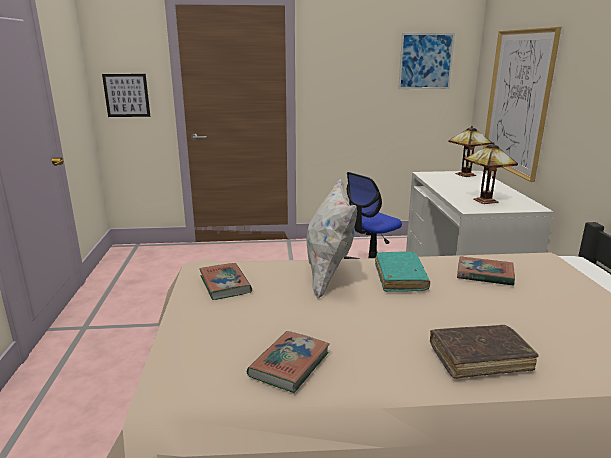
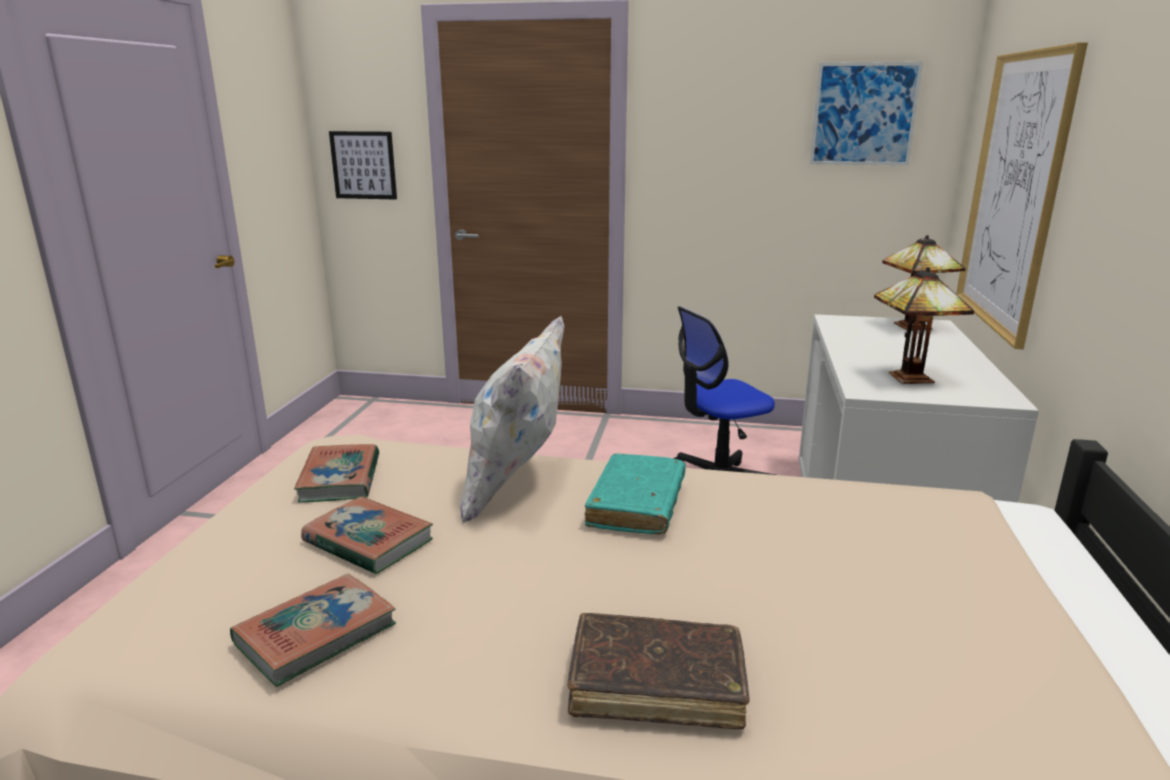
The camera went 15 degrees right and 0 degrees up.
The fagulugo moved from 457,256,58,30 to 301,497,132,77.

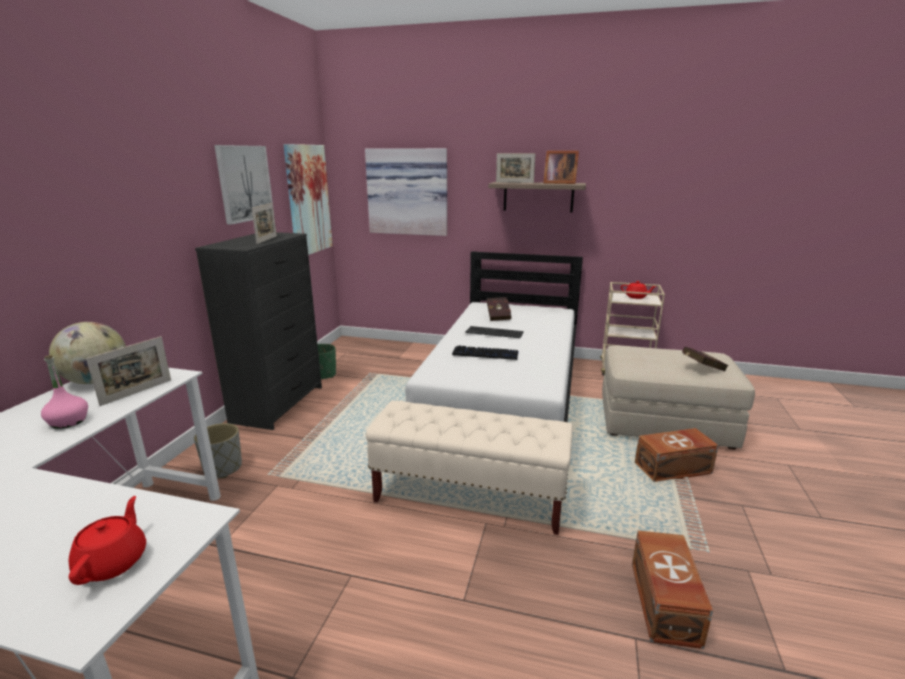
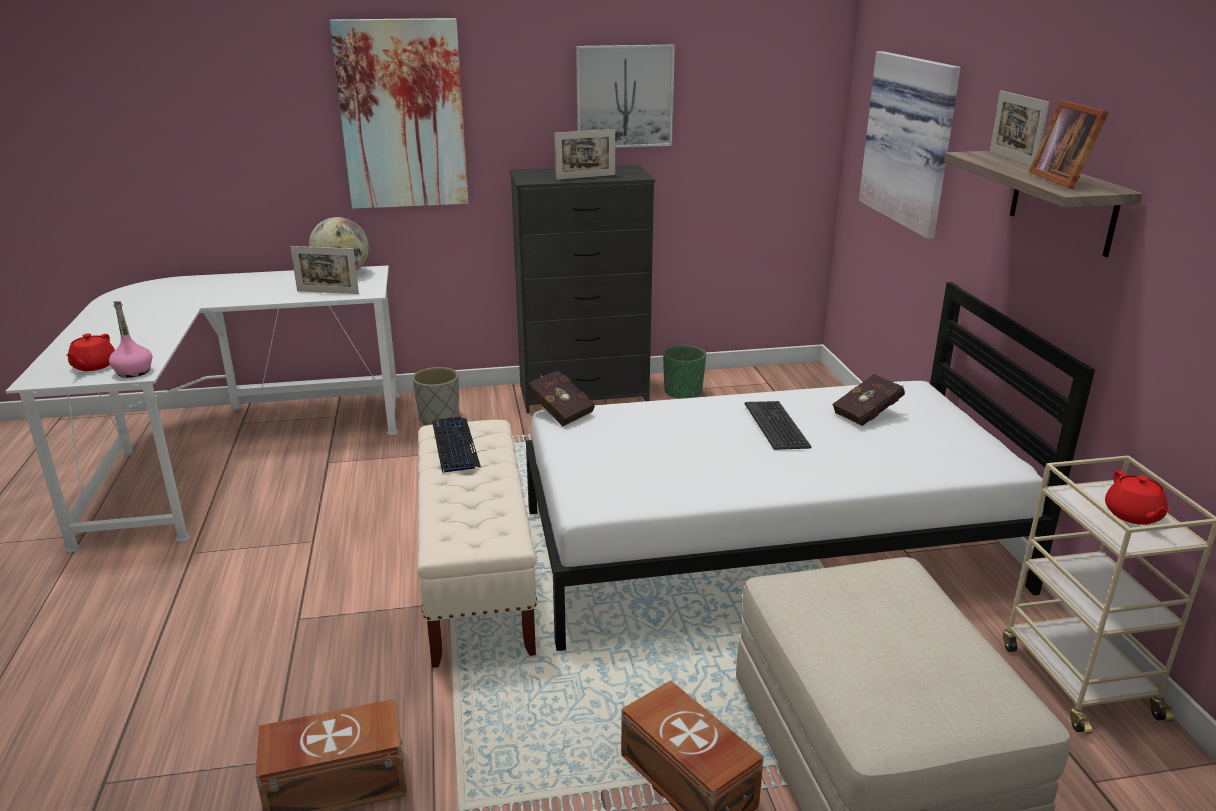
The camera went 65 degrees right and 5 degrees up.
The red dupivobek at 69,496,77,89 turned 120 degrees clockwise.
The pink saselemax moved from 41,355,47,74 to 109,301,43,77.
The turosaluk moved from 283,144,50,111 to 330,18,139,191.
The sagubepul moved from 452,345,66,15 to 432,417,49,56.
The red fagulugo moved from 682,347,47,24 to 526,370,69,56.

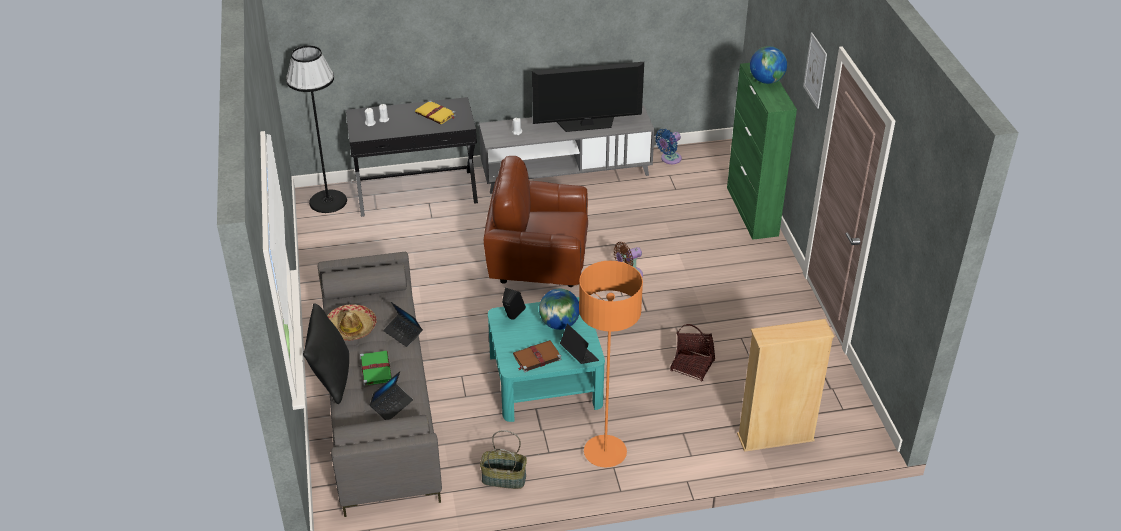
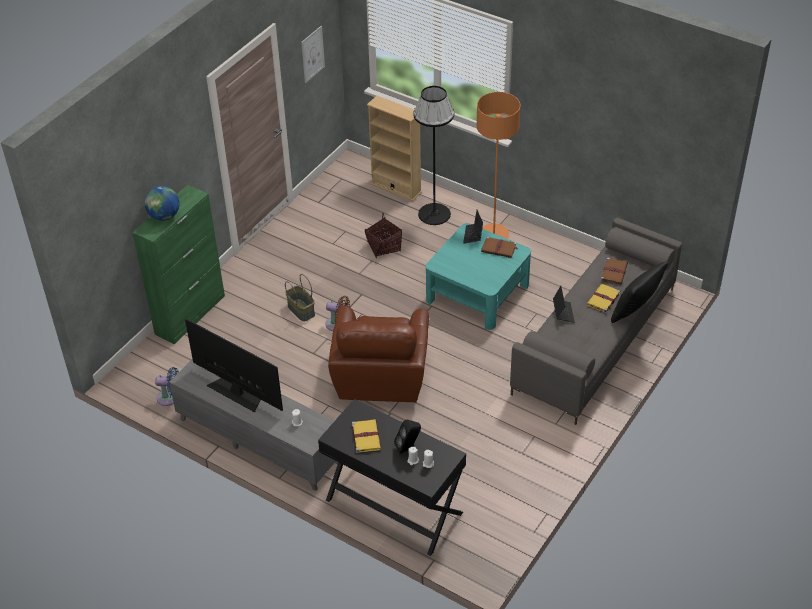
The camera went 135 degrees left and 5 degrees up.
The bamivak moved from 480,430,47,59 to 285,274,30,47.
The turosaluk moved from 803,32,24,77 to 301,26,24,57.
The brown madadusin at 484,156,104,131 turned 45 degrees clockwise.
The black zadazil moved from 502,288,24,32 to 394,419,27,35.
The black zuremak moved from 286,45,61,168 to 413,86,41,139.
The green fagulugo at 360,351,32,35 became the yellow fagulugo at 587,284,33,29.
The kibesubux at 369,371,44,49 was replaced by the brown fagulugo at 600,258,28,27.
The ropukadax at 327,304,50,37 disappeared.
The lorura at 539,289,40,41 disappeared.

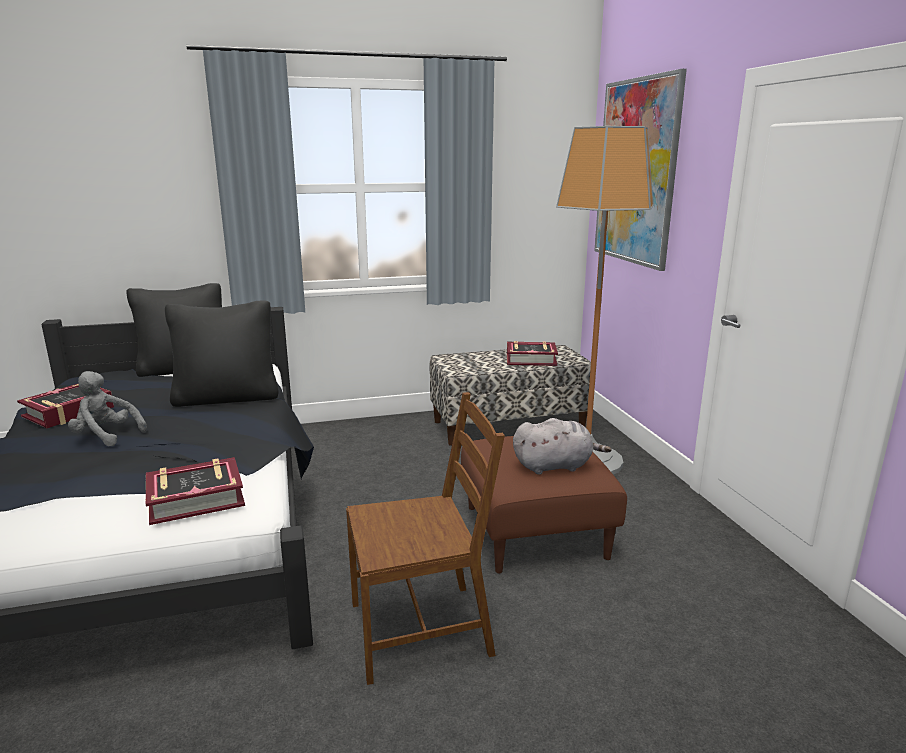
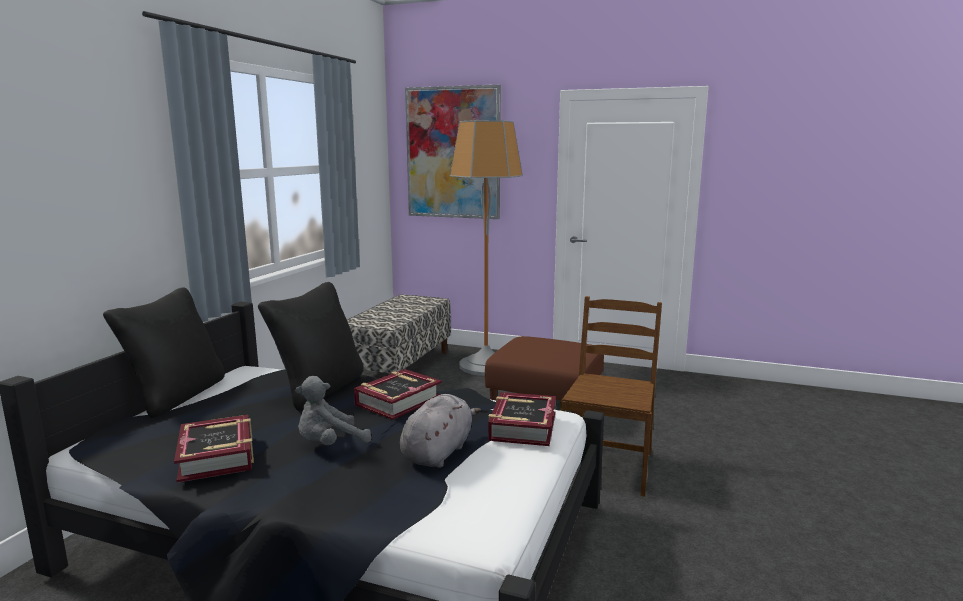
The camera went 55 degrees left and 5 degrees down.
The fagulugo moved from 507,341,51,25 to 354,369,88,51.
The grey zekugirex moved from 513,418,99,57 to 400,394,81,74.

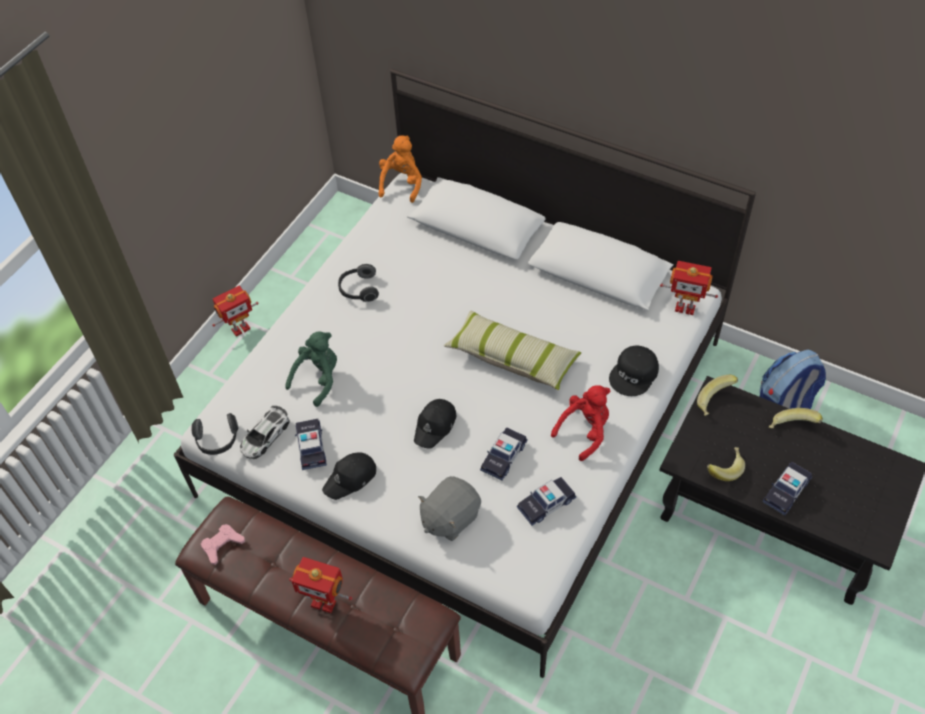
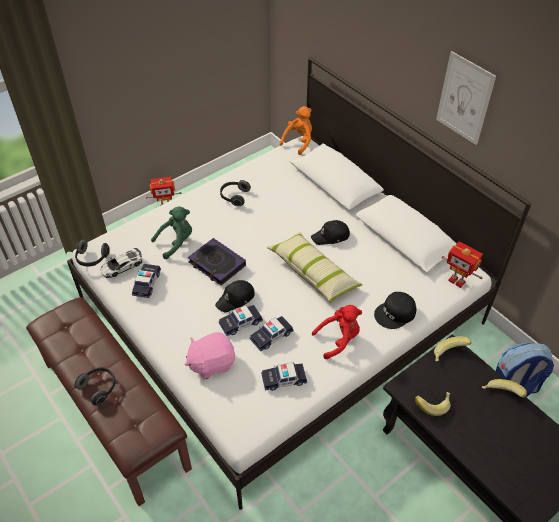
The camera went 20 degrees right and 5 degrees down.
The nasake at 289,557,63,56 was replaced by the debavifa at 75,367,41,38.
The grey zekugirex at 418,476,63,65 became the pink zekugirex at 185,332,50,48.
The fagulugo at 188,238,58,48 appeared.
The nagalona moved from 762,462,50,53 to 219,305,44,31.
The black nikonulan moved from 322,452,54,48 to 311,220,39,25.
The turosaluk at 436,51,60,94 appeared.
The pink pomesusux at 201,524,44,41 disappeared.

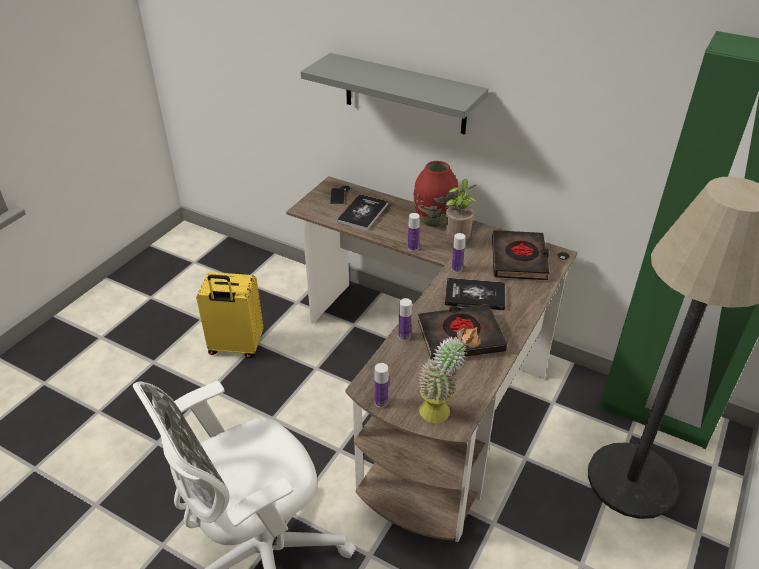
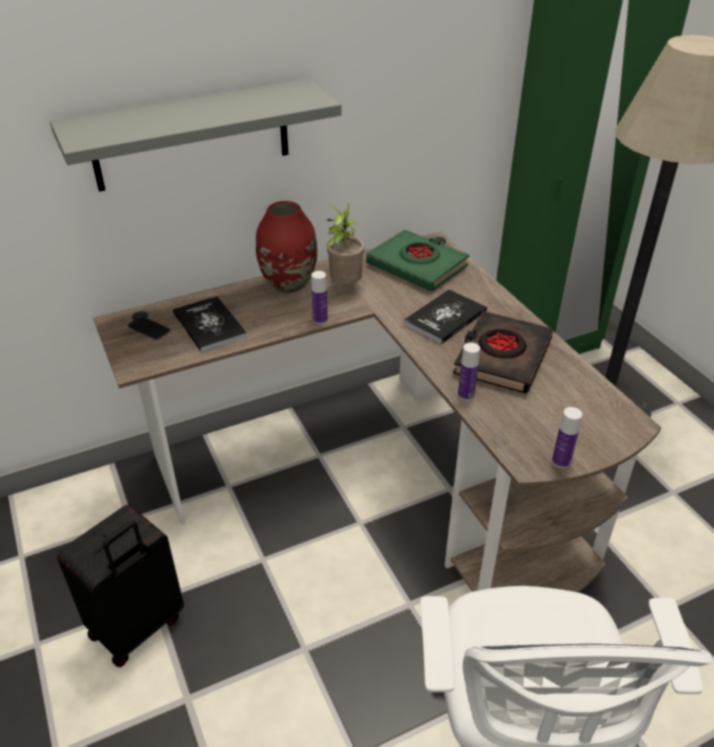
The camera went 55 degrees left and 0 degrees up.
The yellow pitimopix at 196,272,68,86 became the black pitimopix at 57,504,127,163.
The black fagulugo at 492,230,58,50 became the green fagulugo at 366,230,103,62.
The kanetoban at 419,326,62,97 disappeared.
The saselemax at 451,233,14,39 disappeared.

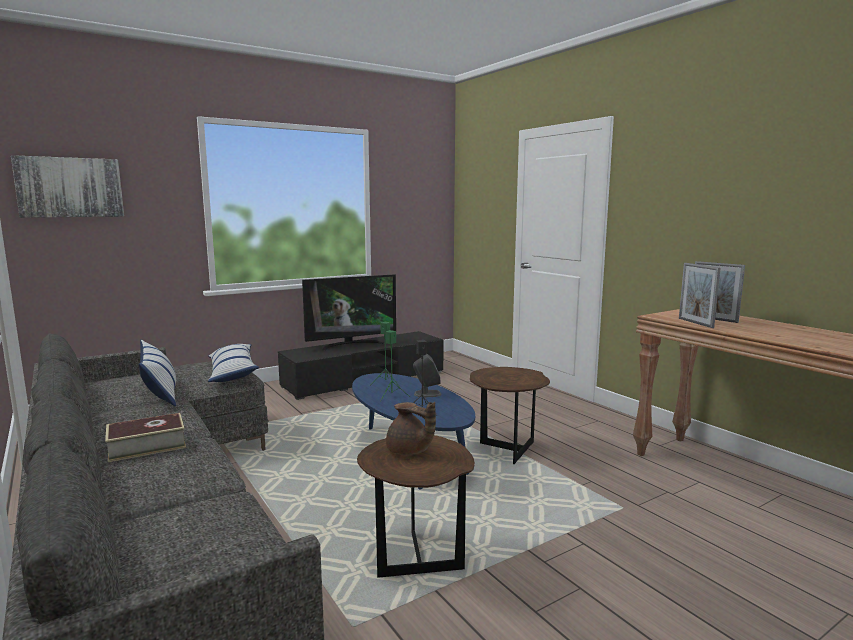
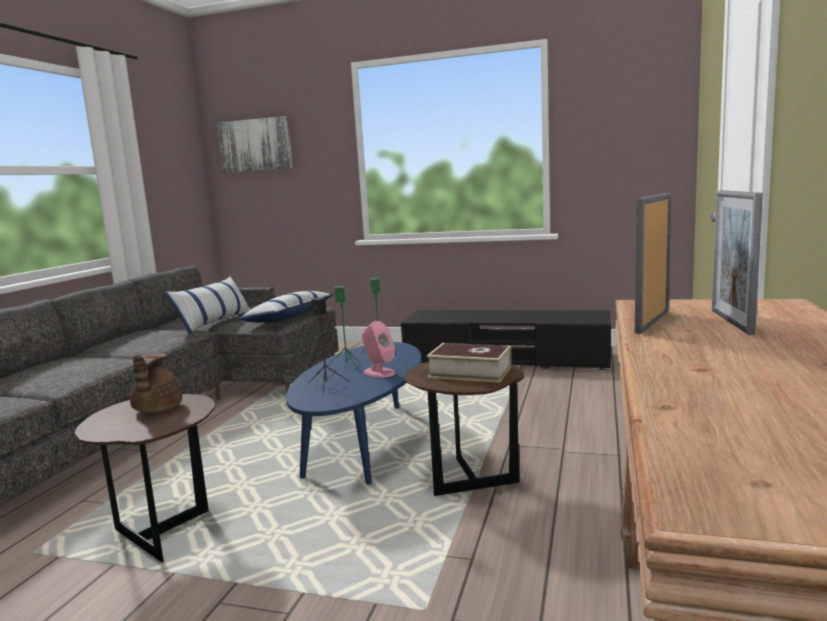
The camera went 50 degrees right and 0 degrees up.
The grey zadazil at 413,354,28,43 became the pink zadazil at 362,321,34,57.
The fagulugo moved from 105,413,81,49 to 427,343,84,40.
The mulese at 302,274,94,77 disappeared.

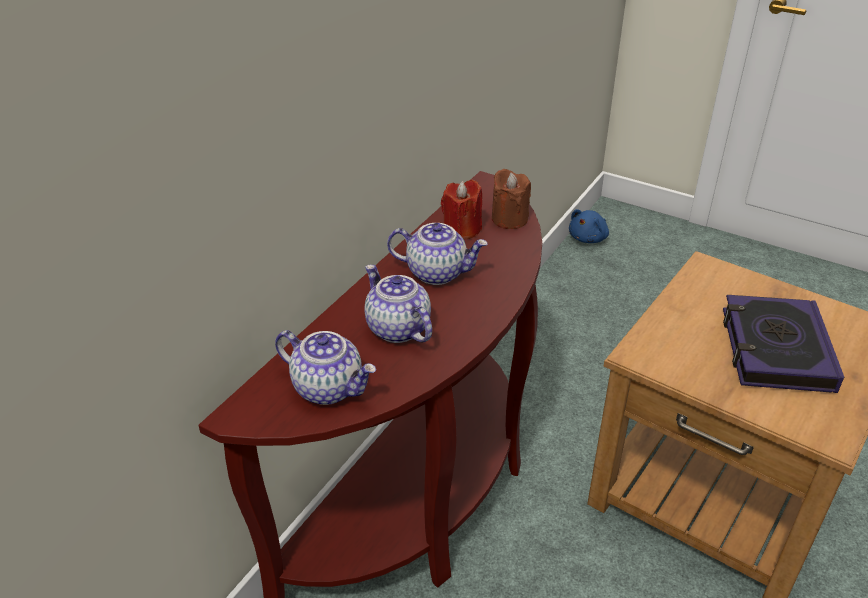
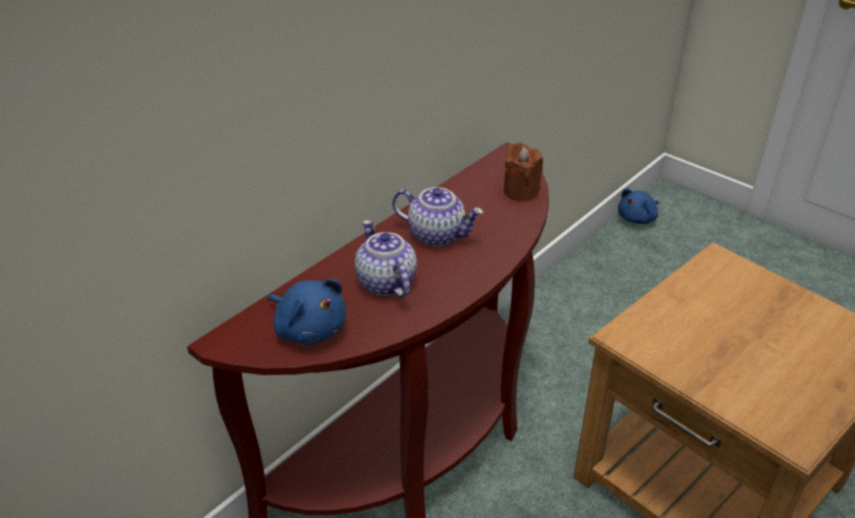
The camera went 10 degrees right and 0 degrees up.
The dupivobek at 275,330,101,75 was replaced by the blue zekugirex at 268,279,78,66.
The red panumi at 441,180,41,60 disappeared.
The fagulugo at 723,295,121,98 disappeared.

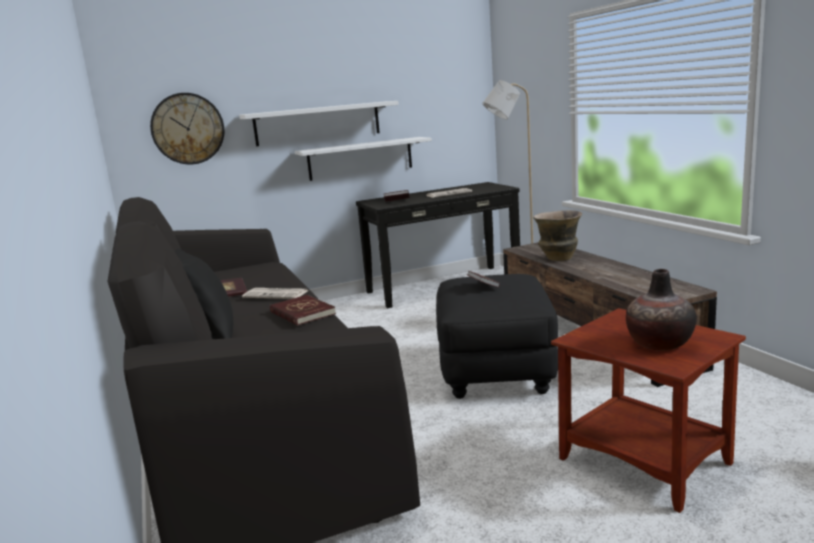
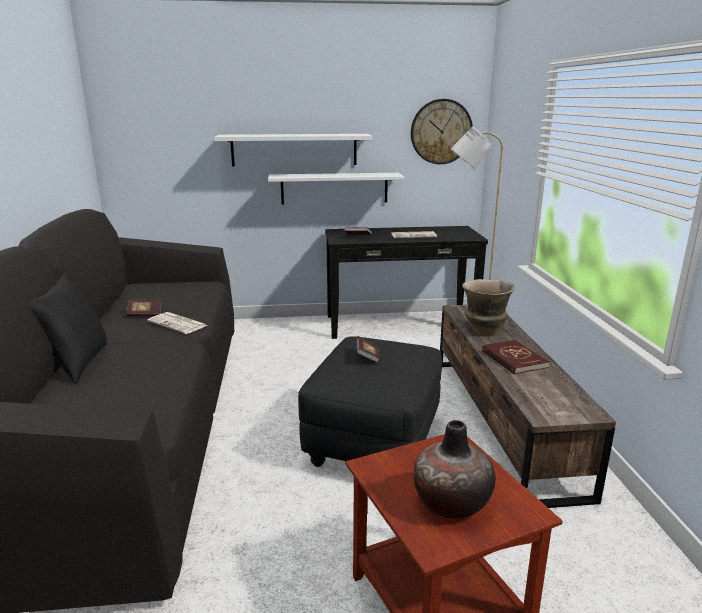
The camera went 15 degrees right and 5 degrees up.
The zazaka moved from 150,93,74,72 to 411,99,62,65.
The red fagulugo moved from 270,295,66,31 to 482,340,68,35.

